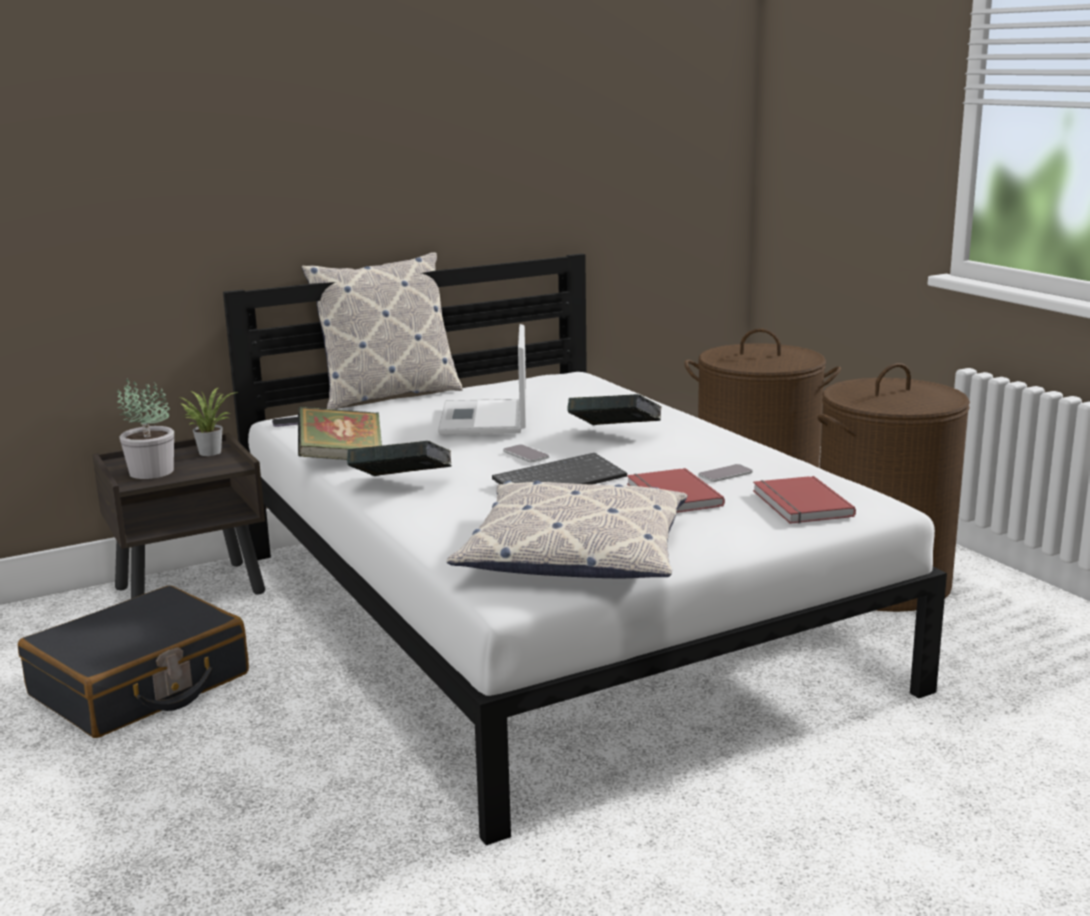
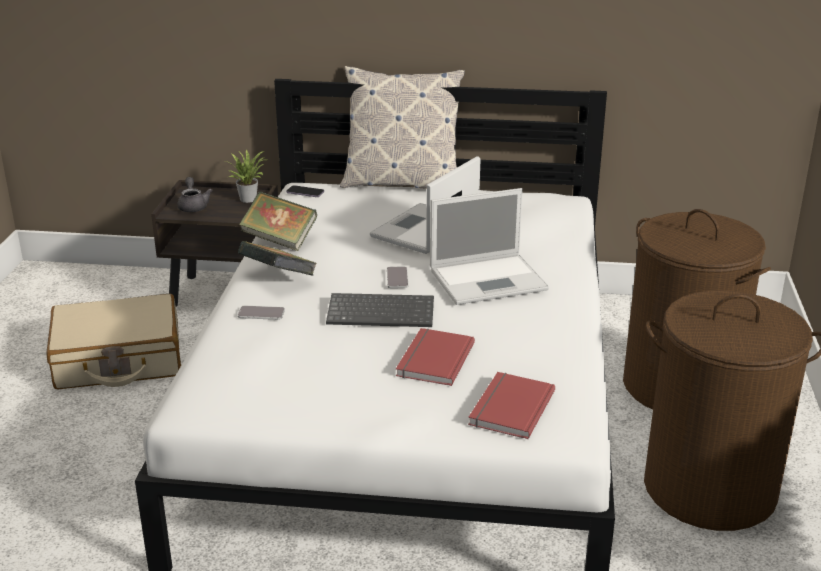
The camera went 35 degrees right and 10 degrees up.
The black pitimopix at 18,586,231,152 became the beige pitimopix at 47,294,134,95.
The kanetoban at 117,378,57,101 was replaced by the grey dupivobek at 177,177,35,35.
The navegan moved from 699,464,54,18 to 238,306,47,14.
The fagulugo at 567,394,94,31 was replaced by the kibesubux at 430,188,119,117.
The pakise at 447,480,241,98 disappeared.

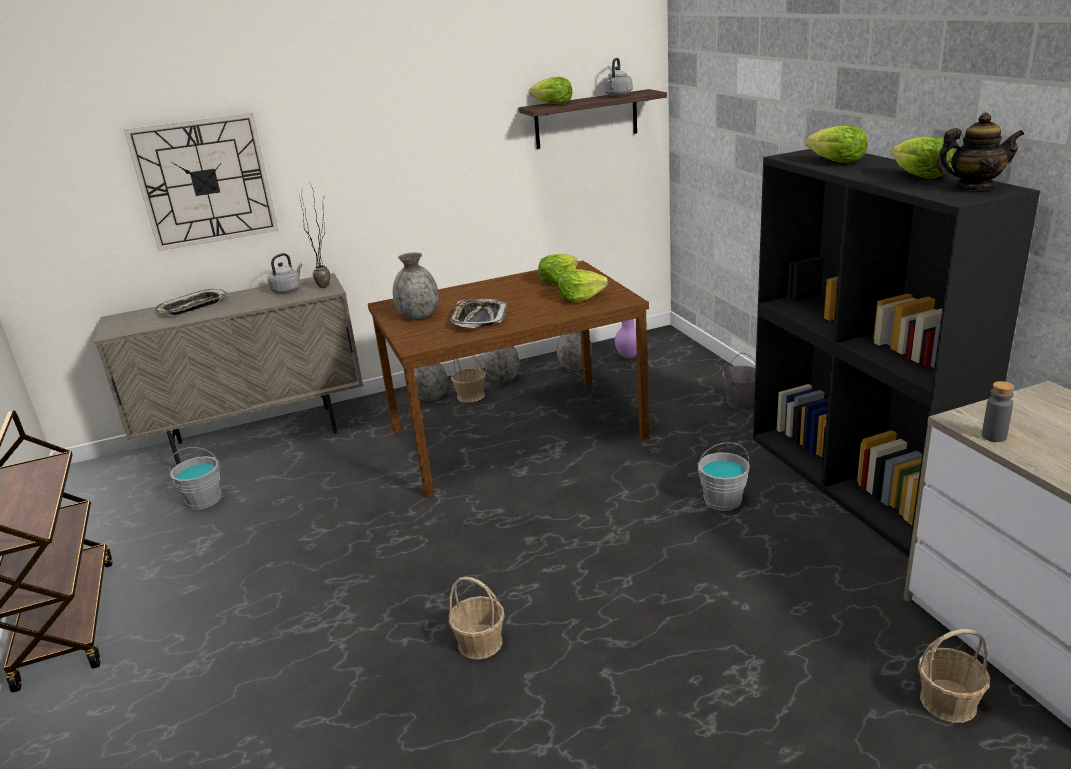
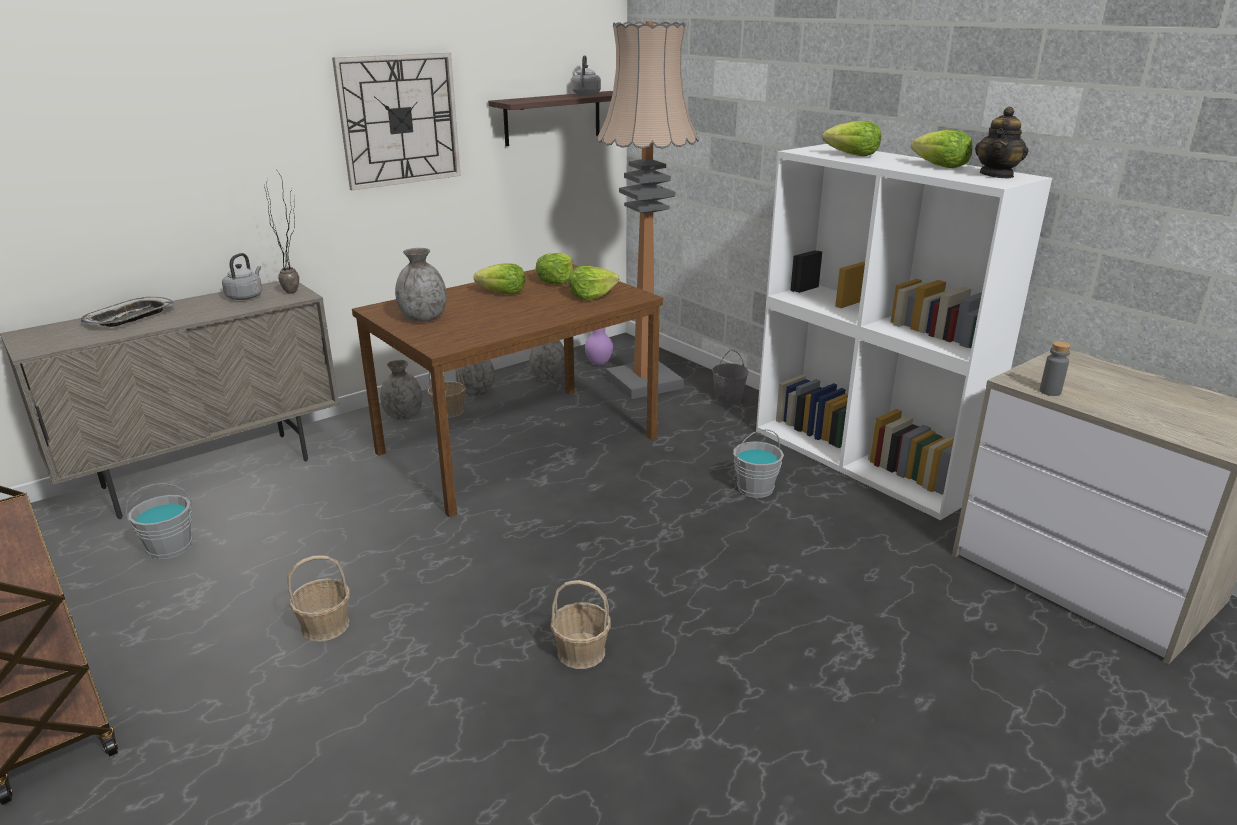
The camera went 20 degrees left and 0 degrees up.
The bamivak moved from 918,629,72,94 to 287,555,63,87.
The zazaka moved from 124,113,155,138 to 332,52,129,139.
The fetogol moved from 529,77,43,27 to 474,263,51,32.
The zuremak at 597,21,102,378 appeared.
The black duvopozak at 753,149,287,408 became the white duvopozak at 756,144,296,376.
The dupivobek at 936,112,88,78 turned 135 degrees clockwise.
The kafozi at 450,299,57,29 disappeared.

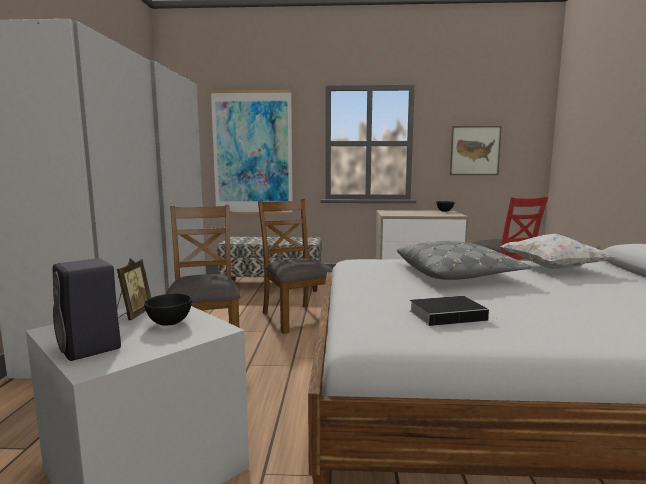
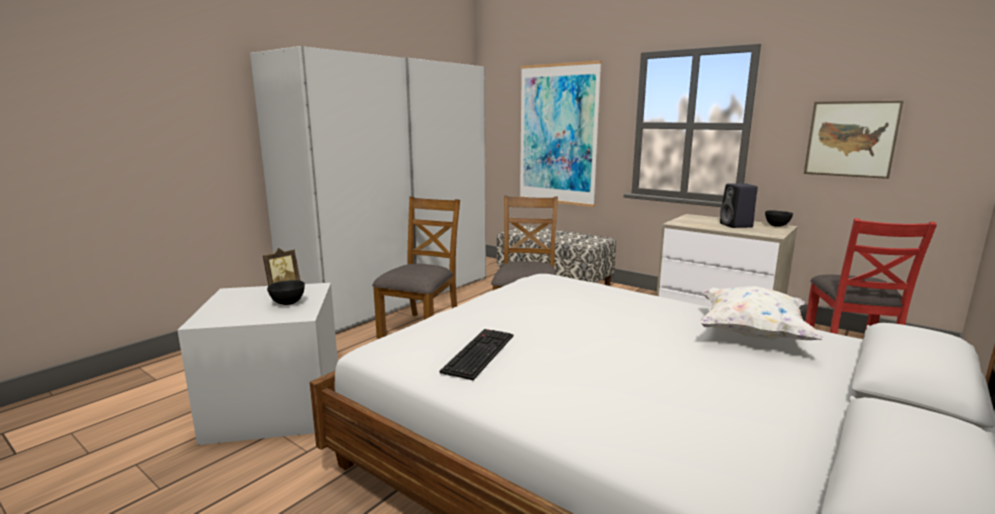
The camera went 35 degrees right and 5 degrees up.
The fagulugo at 410,296,86,30 was replaced by the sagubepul at 440,329,74,51.
The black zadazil moved from 53,258,68,103 to 720,183,38,45.
The grey pakise at 397,241,134,39 disappeared.

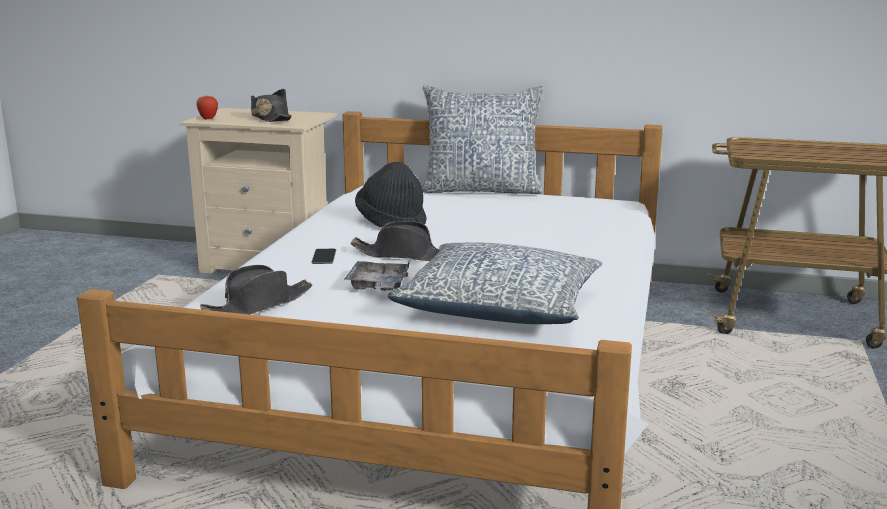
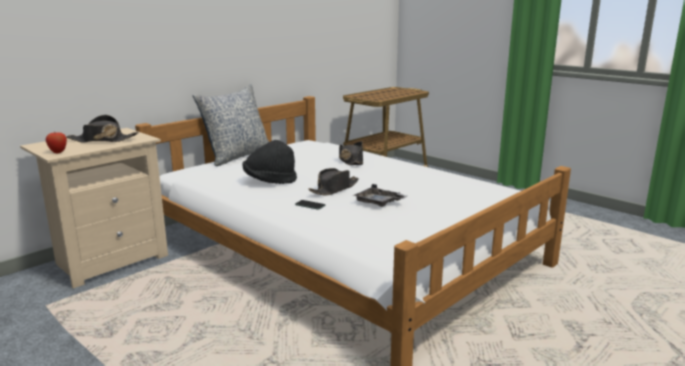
The camera went 60 degrees left and 0 degrees up.
The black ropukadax moved from 200,265,112,49 to 339,141,24,24.
The pakise at 388,242,215,82 disappeared.

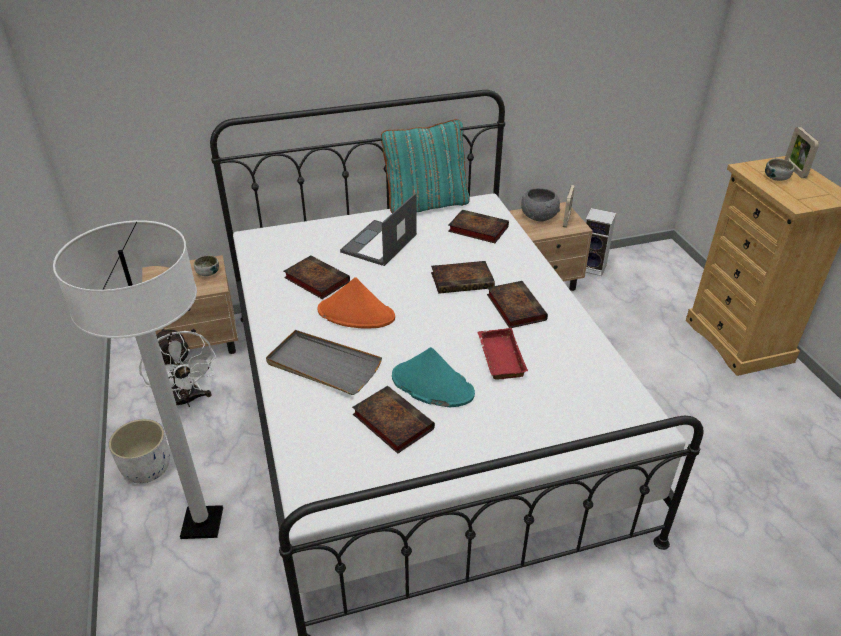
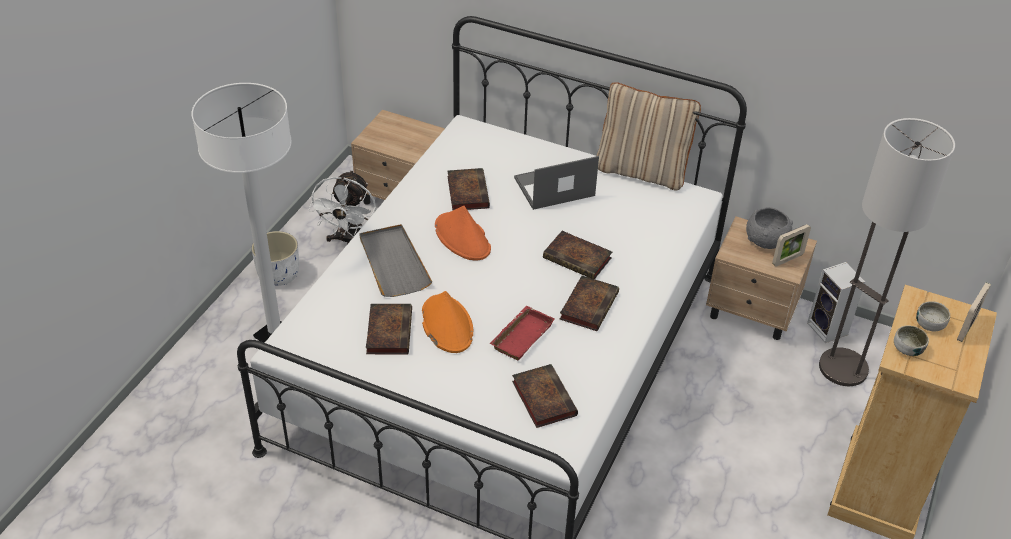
The camera went 40 degrees right and 5 degrees up.
The turquoise ropukadax at 392,347,83,60 became the orange ropukadax at 422,291,51,62.
The fagulugo moved from 448,209,61,34 to 512,364,66,64.
The turquoise pakise at 381,119,89,94 became the beige pakise at 596,82,105,108.
The zuremak at 819,118,136,268 appeared.
The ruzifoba moved from 194,256,25,20 to 894,325,35,31.

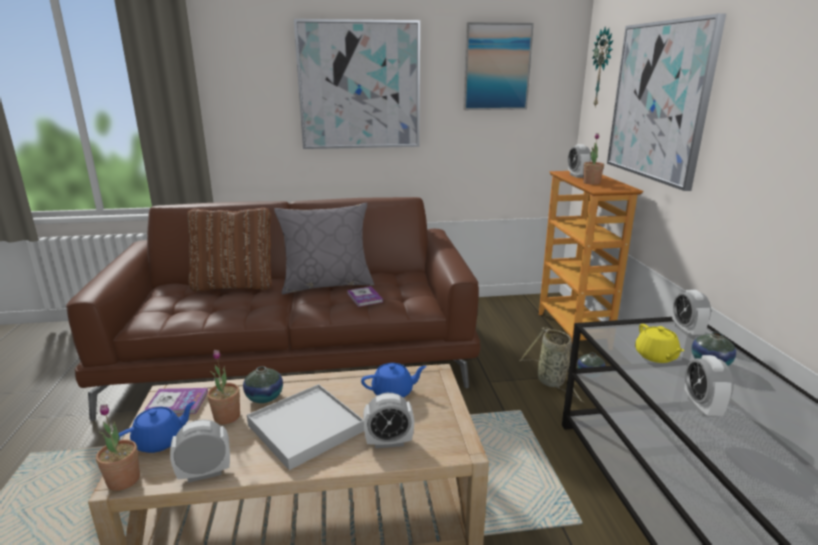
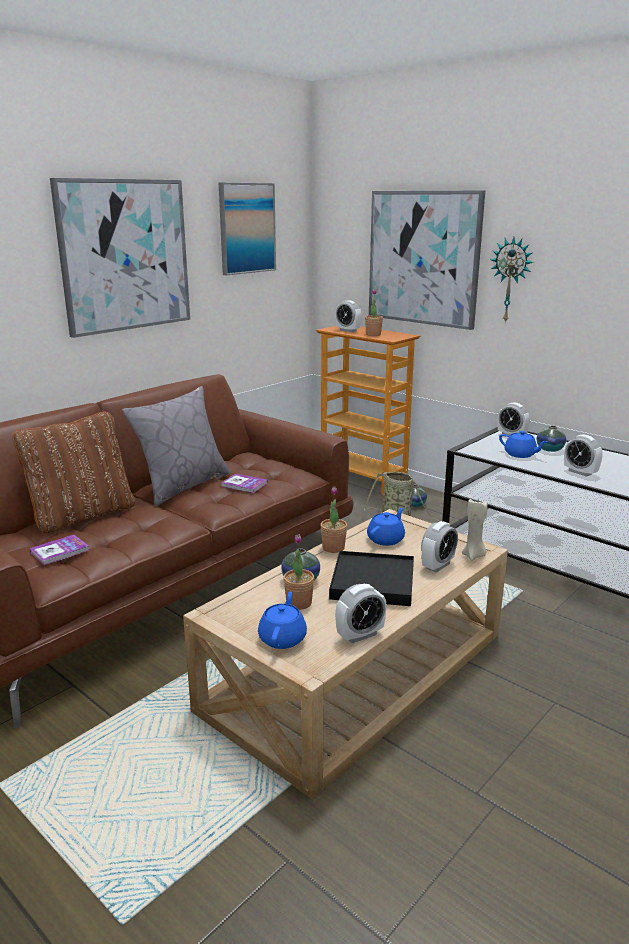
The camera went 40 degrees left and 0 degrees up.
The fagulugo moved from 144,388,64,26 to 29,535,60,30.
The kanetoban moved from 96,404,44,87 to 320,486,27,67.
The white kafozi at 247,384,117,86 became the black kafozi at 329,551,85,55.
The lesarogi at 170,419,60,64 turned 150 degrees counterclockwise.
The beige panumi at 462,499,26,62 appeared.
The zazaka moved from 592,27,21,80 to 491,237,43,86.
The yellow dupivobek at 635,324,49,39 became the blue dupivobek at 499,431,49,27.

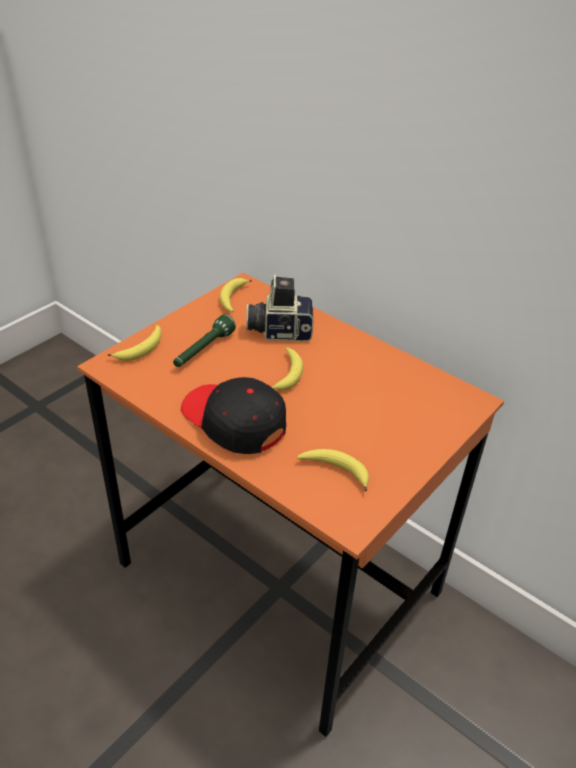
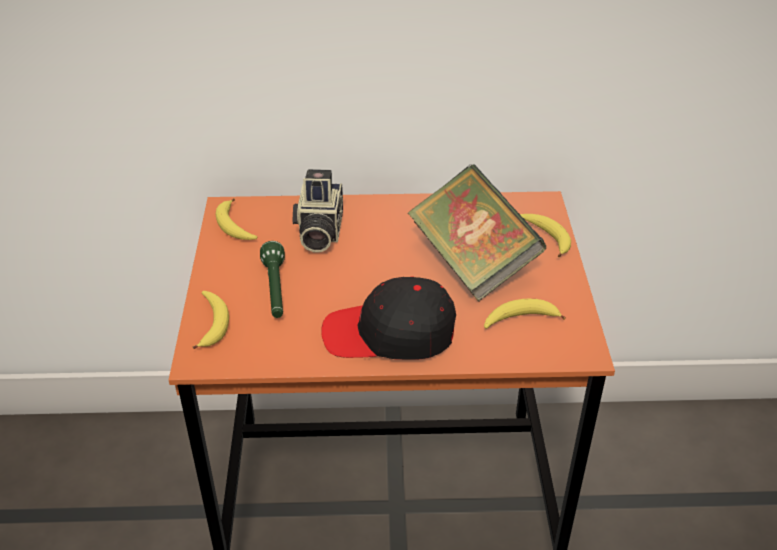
The camera went 40 degrees left and 0 degrees up.
The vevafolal at 246,275,67,66 turned 45 degrees counterclockwise.
The fagulugo at 407,164,139,137 appeared.
The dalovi moved from 272,347,31,43 to 520,214,51,44.

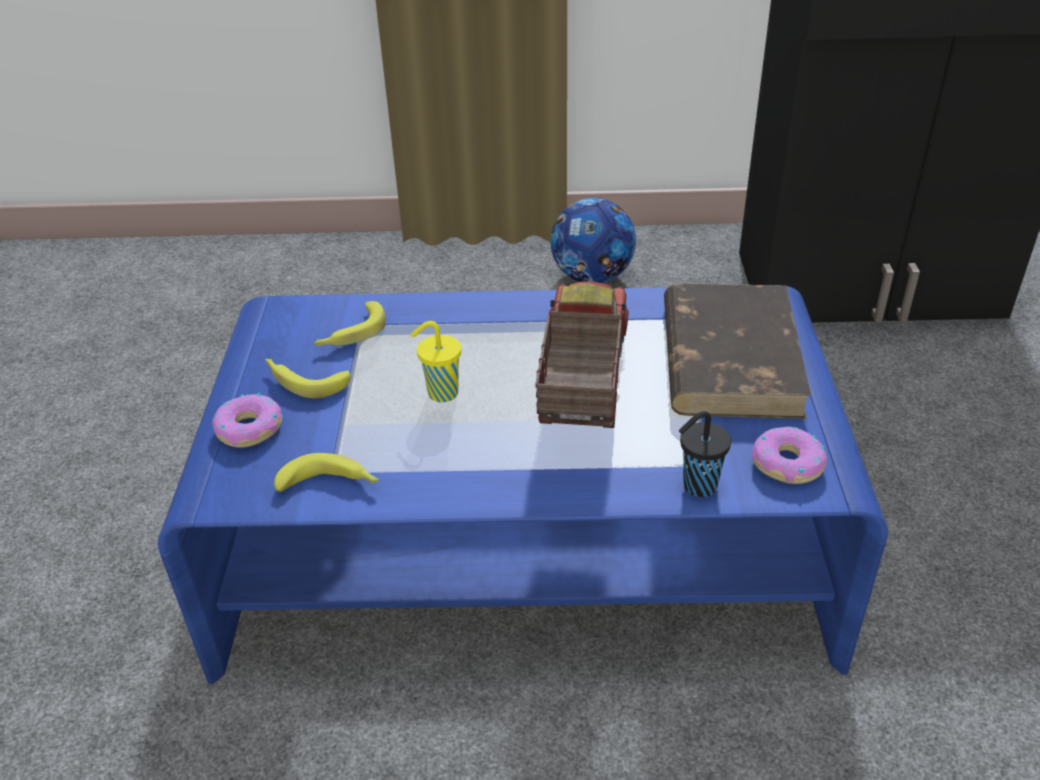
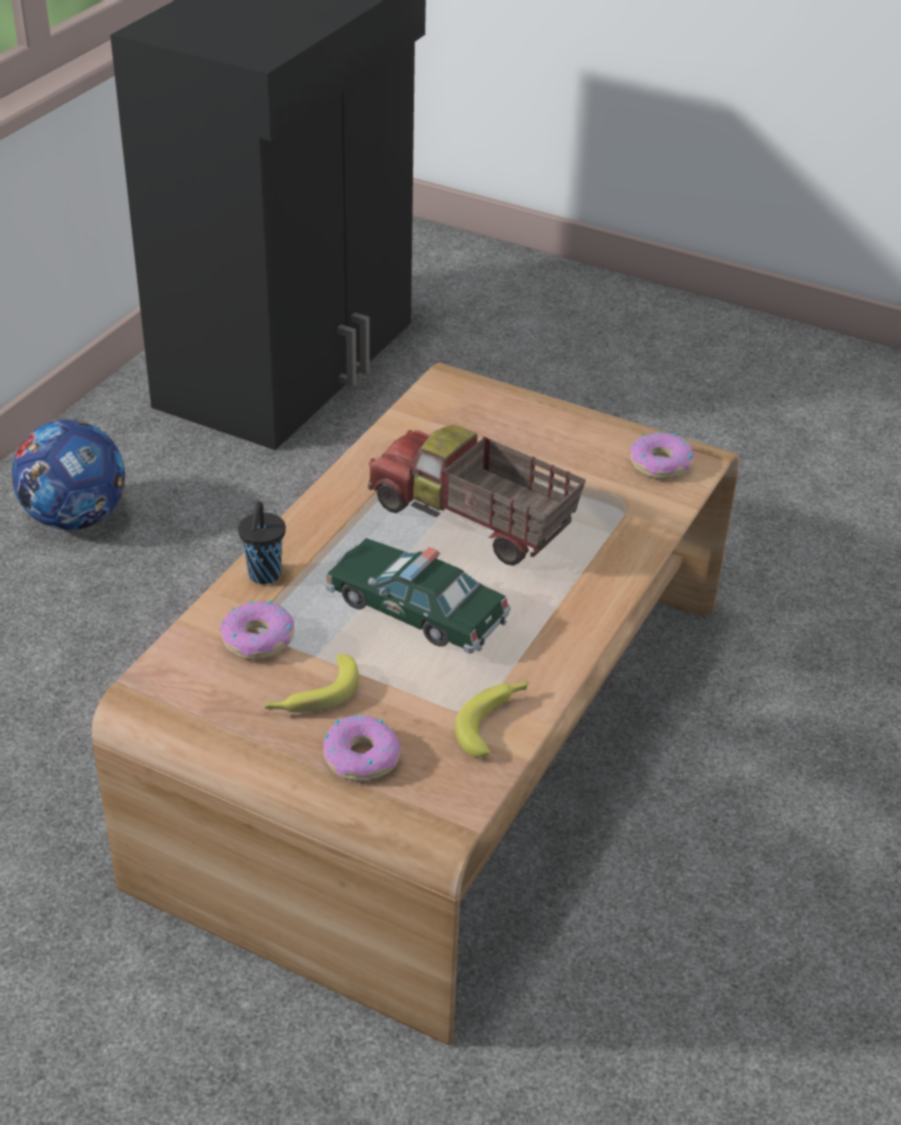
The camera went 65 degrees left and 0 degrees up.
The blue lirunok at 158,286,730,398 became the brown lirunok at 92,363,647,682.
The dalovi at 314,301,72,45 was replaced by the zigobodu at 220,600,75,60.
The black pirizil moved from 679,411,52,86 to 238,501,48,83.
The yellow pirizil at 411,321,50,81 was replaced by the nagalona at 325,538,186,116.
The brown fagulugo at 664,284,147,135 disappeared.

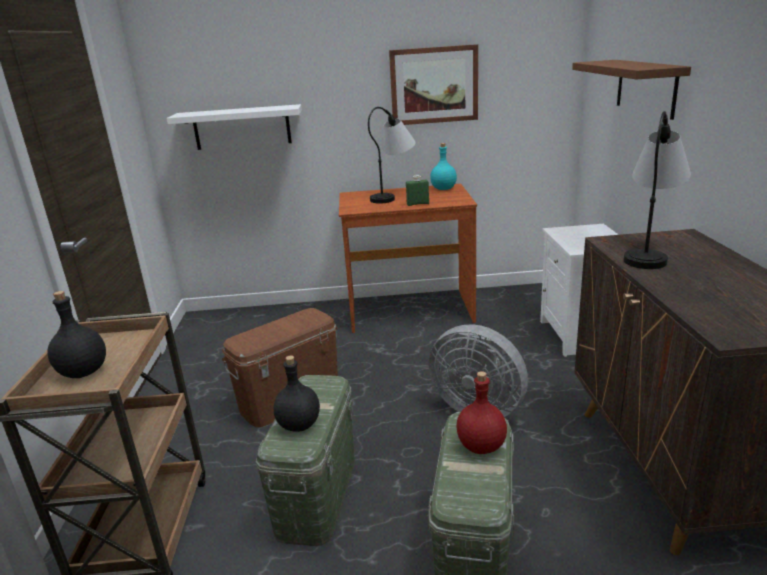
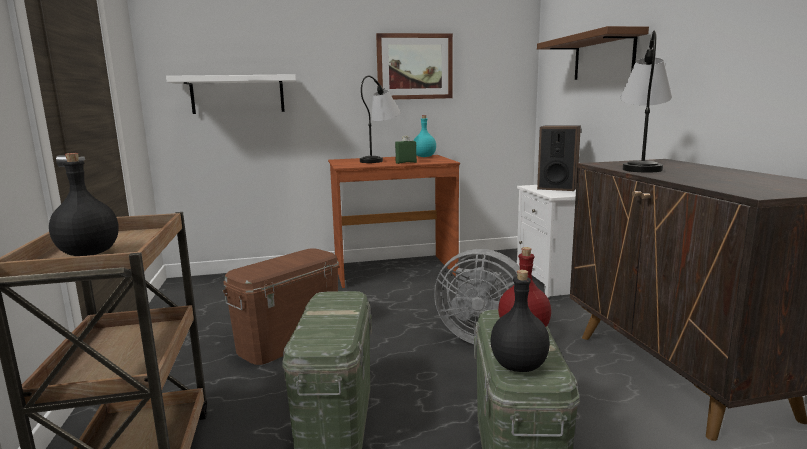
The camera went 10 degrees left and 10 degrees down.
The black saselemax moved from 274,356,46,76 to 490,270,60,102.
The zadazil at 537,125,44,66 appeared.

